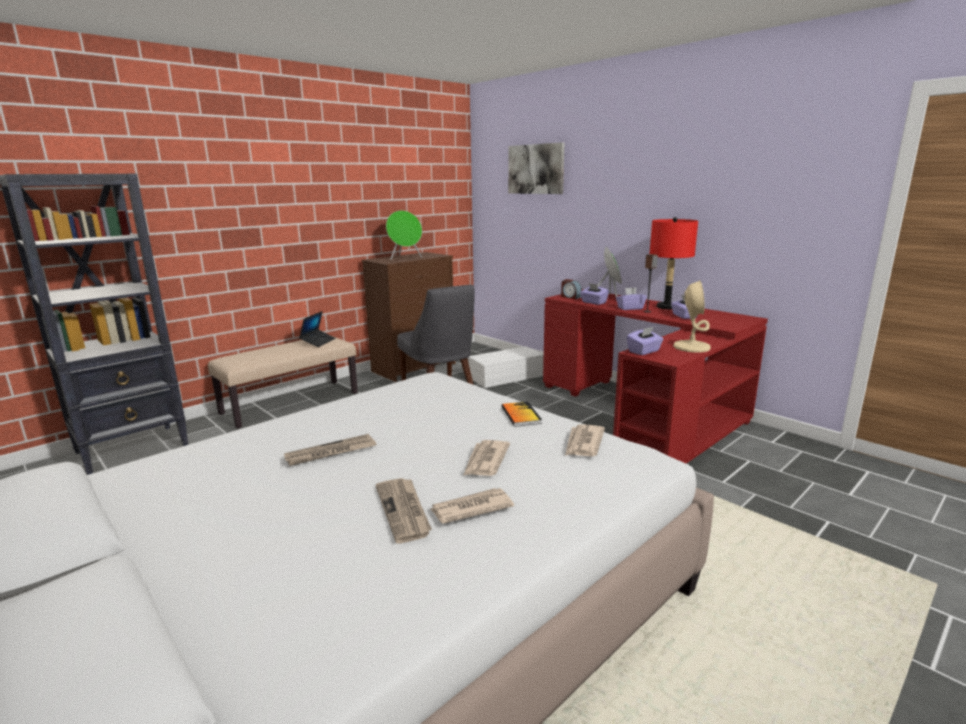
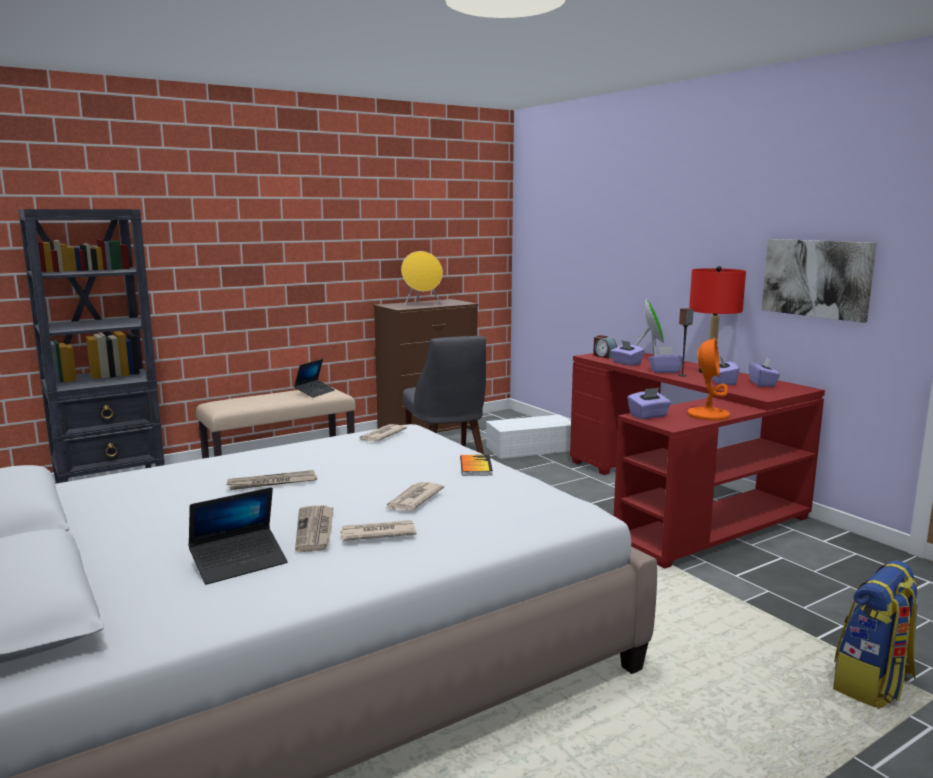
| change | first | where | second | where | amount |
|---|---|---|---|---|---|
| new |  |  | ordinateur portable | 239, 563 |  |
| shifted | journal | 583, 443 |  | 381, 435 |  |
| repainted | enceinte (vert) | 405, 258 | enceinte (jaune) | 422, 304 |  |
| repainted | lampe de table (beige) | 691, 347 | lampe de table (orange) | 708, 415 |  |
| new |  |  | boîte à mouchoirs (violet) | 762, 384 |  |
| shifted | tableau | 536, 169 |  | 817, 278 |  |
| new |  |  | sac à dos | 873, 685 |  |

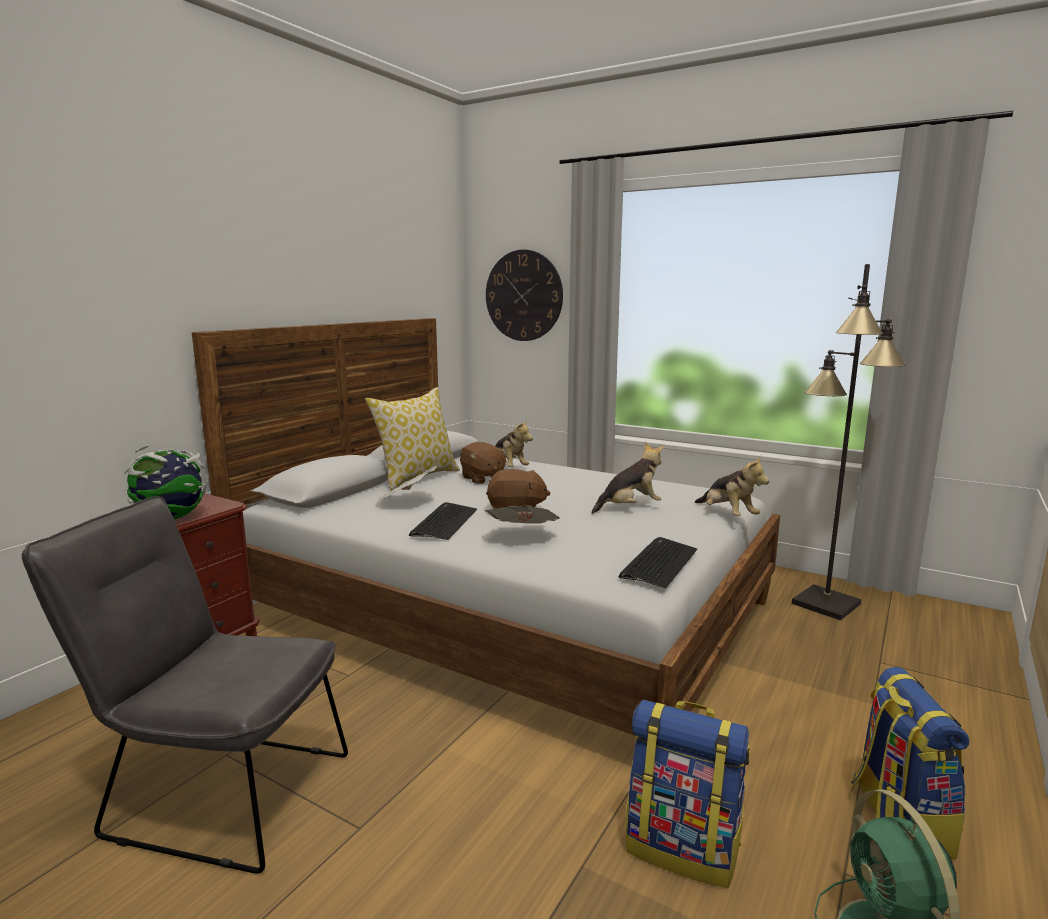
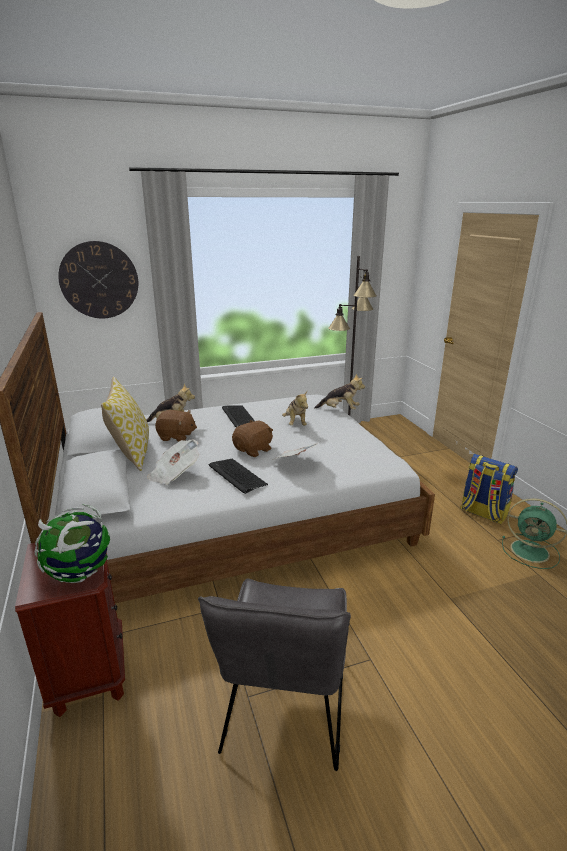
| change | first | where | second | where | amount |
|---|---|---|---|---|---|
| rotated | chaise (gris) | 217, 792 |  | 284, 712 | 45 degrees counterclockwise |
| shifted | clavier | 659, 563 |  | 238, 416 |  |
| rotated | peluche | 630, 507 |  | 295, 423 | 150 degrees clockwise |
| gone | sac à dos | 683, 847 |  |  |  |

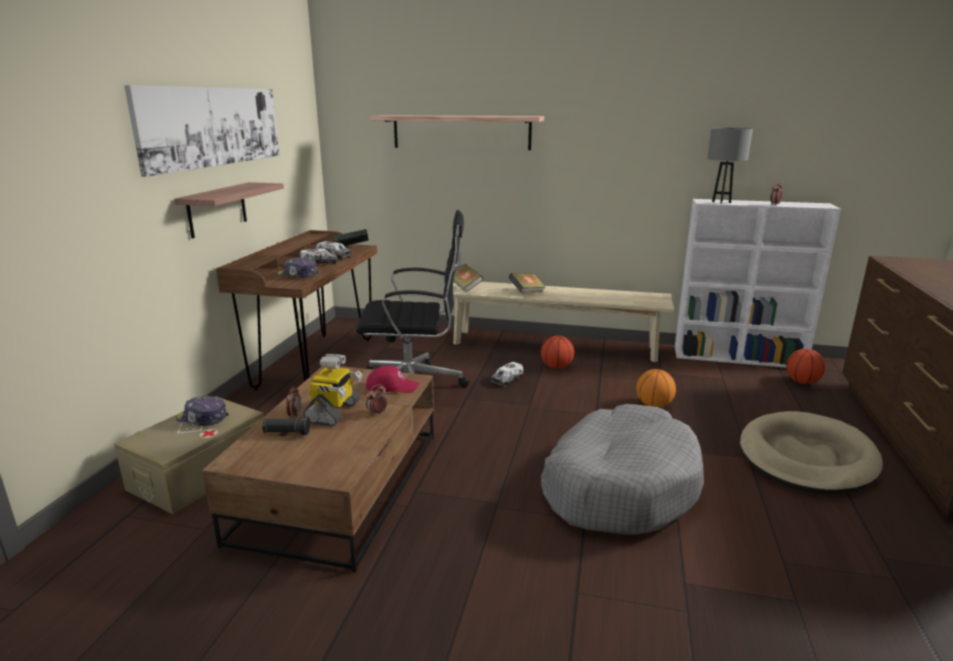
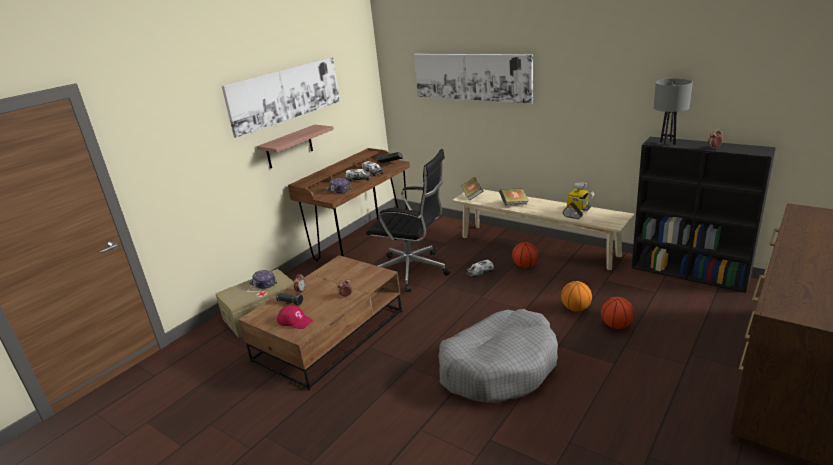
| change | first | where | second | where | amount |
|---|---|---|---|---|---|
| shifted | casquette (rouge) | 392, 386 |  | 295, 321 |  |
| swapped | étagère | 461, 132 | tableau | 471, 77 |  |
| shifted | robot jouet | 334, 412 |  | 577, 213 |  |
| shifted | ballon de basket | 802, 382 |  | 616, 325 |  |
| repainted | bibliothèque (blanc) | 739, 357 | bibliothèque (noir) | 690, 273 |  |
| gone | panier pour chien (beige) | 806, 457 |  |  |  |

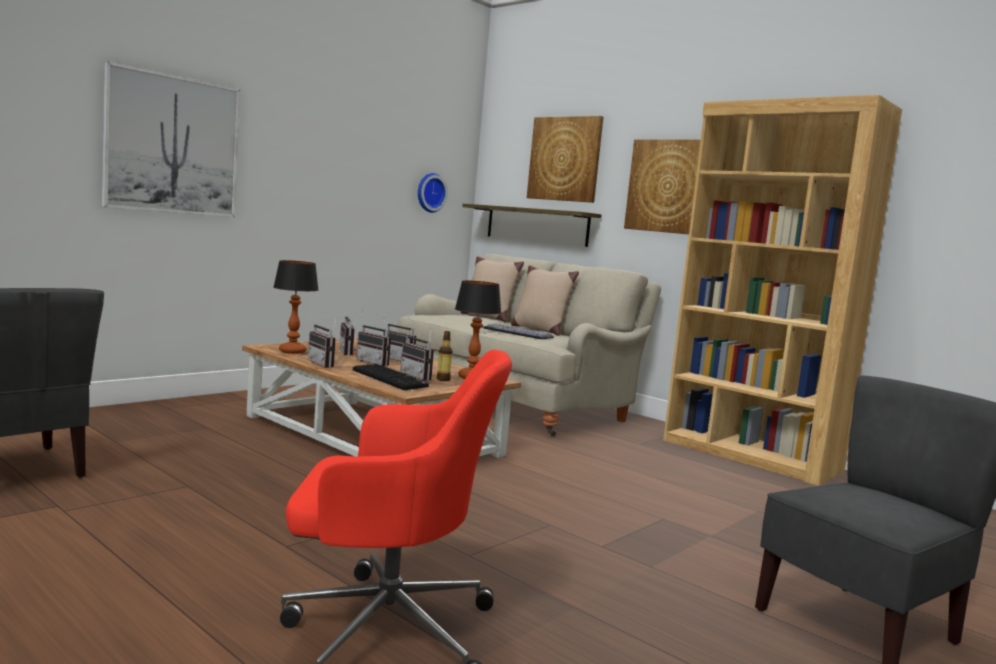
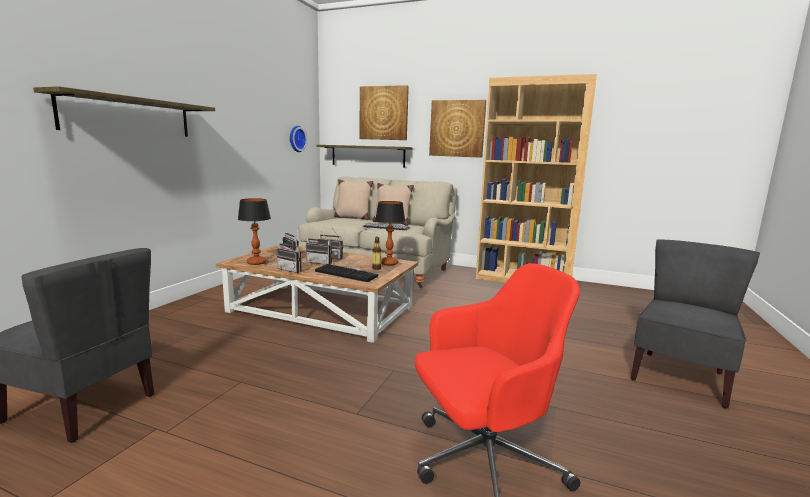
| change | first | where | second | where | amount |
|---|---|---|---|---|---|
| swapped | tableau | 173, 145 | étagère | 129, 116 |  |
| gone | radio | 420, 377 |  |  |  |

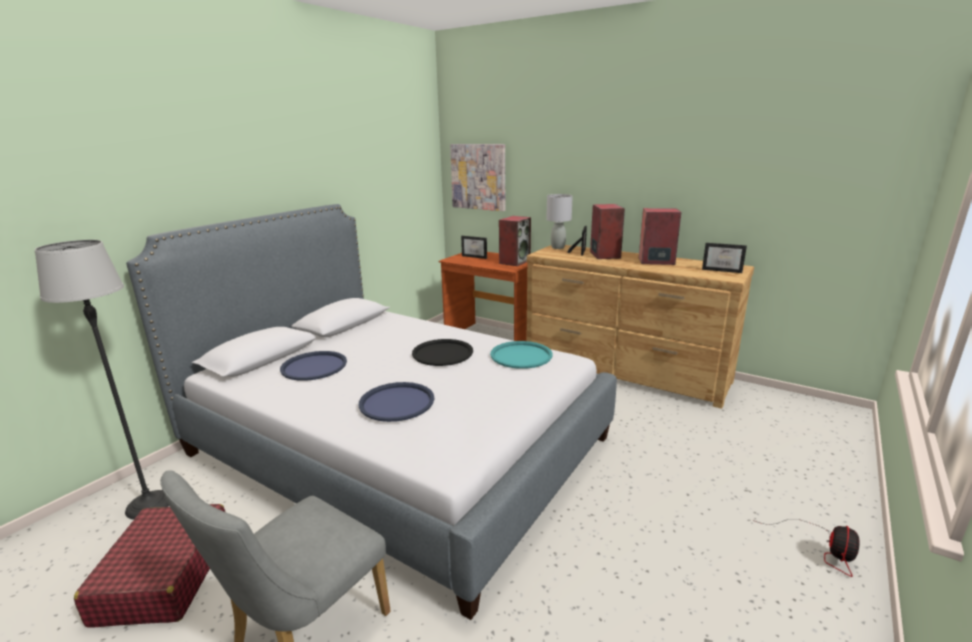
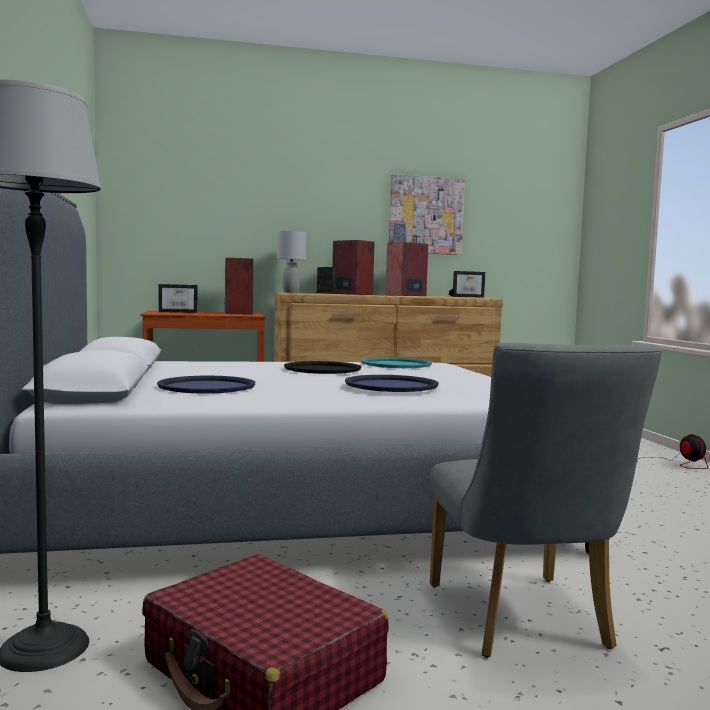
| change | first | where | second | where | amount |
|---|---|---|---|---|---|
| shifted | tableau | 478, 177 |  | 426, 215 |  |

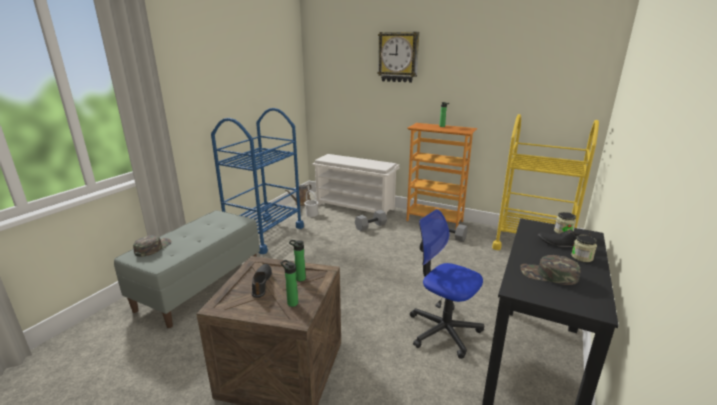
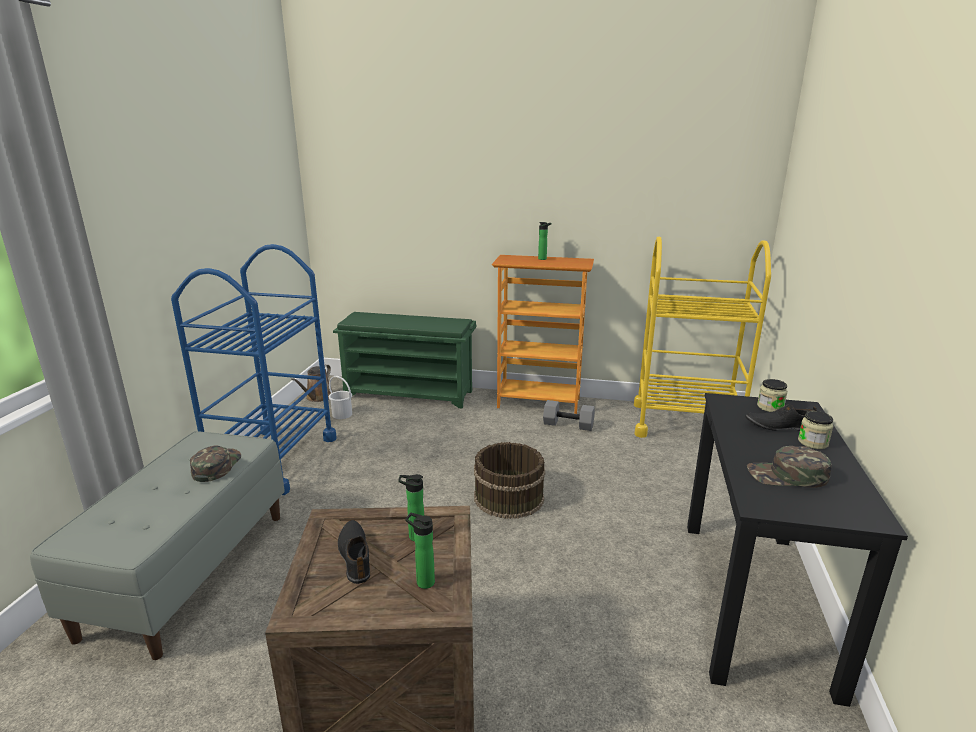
| change | first | where | second | where | amount |
|---|---|---|---|---|---|
| shifted | casquette (vert) | 152, 248 |  | 216, 466 |  |
| repainted | étagère à chaussures (blanc) | 356, 207 | étagère à chaussures (vert) | 410, 393 |  |
| new |  |  | seau (marron) | 508, 497 |  |
| gone | haltère (gris) | 370, 226 |  |  |  |
| gone | horloge murale | 398, 57 |  |  |  |
| gone | chaise de bureau | 443, 330 |  |  |  |

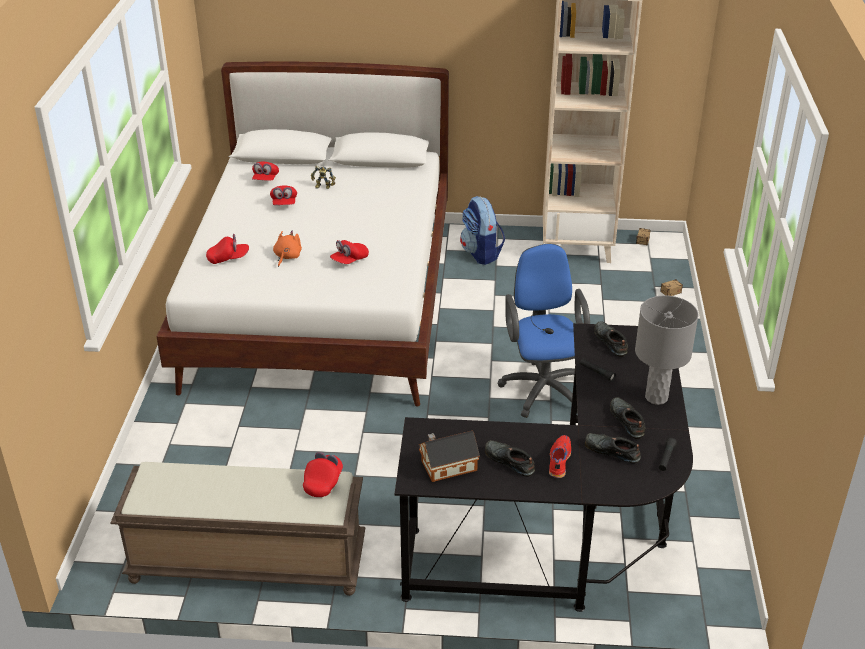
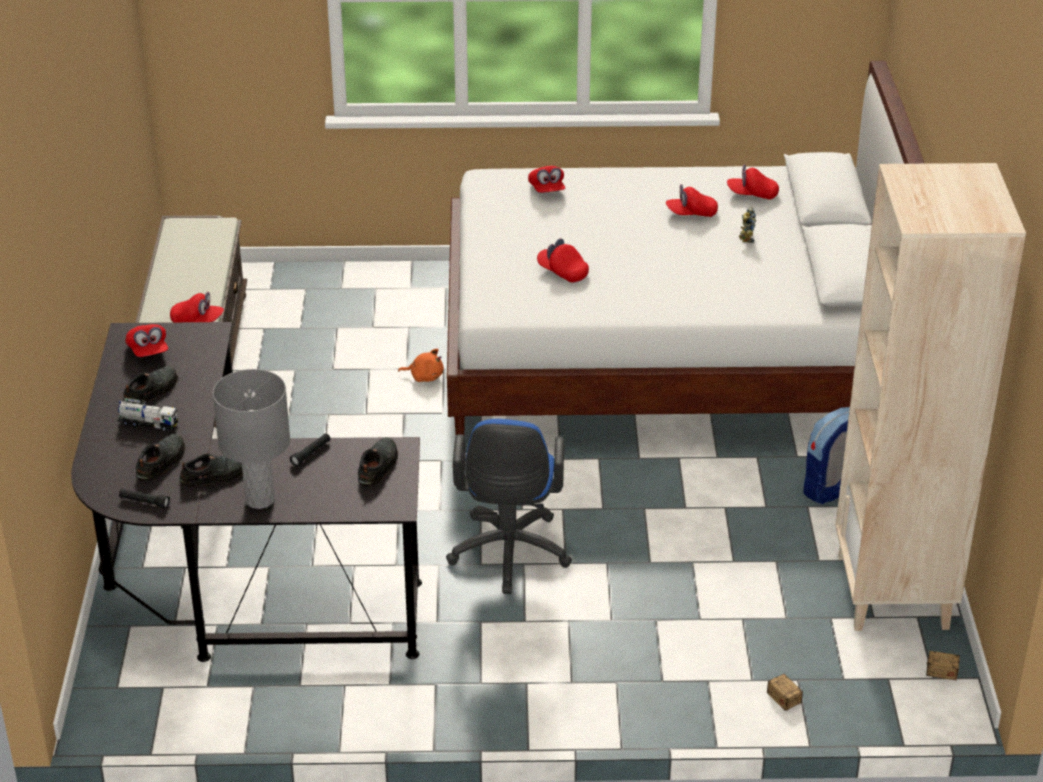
| change | first | where | second | where | amount |
|---|---|---|---|---|---|
| swapped | chaussure (rouge) | 558, 461 | camion jouet | 148, 424 |  |
| swapped | maison miniature | 446, 466 | casquette (rouge) | 148, 351 |  |
| rotated | chaussure (noir) | 610, 342 |  | 378, 466 | 45 degrees counterclockwise |
| shifted | peluche (orange) | 287, 257 |  | 424, 376 |  |
| rotated | chaise de bureau (bleu) | 542, 387 |  | 508, 556 | 105 degrees clockwise |

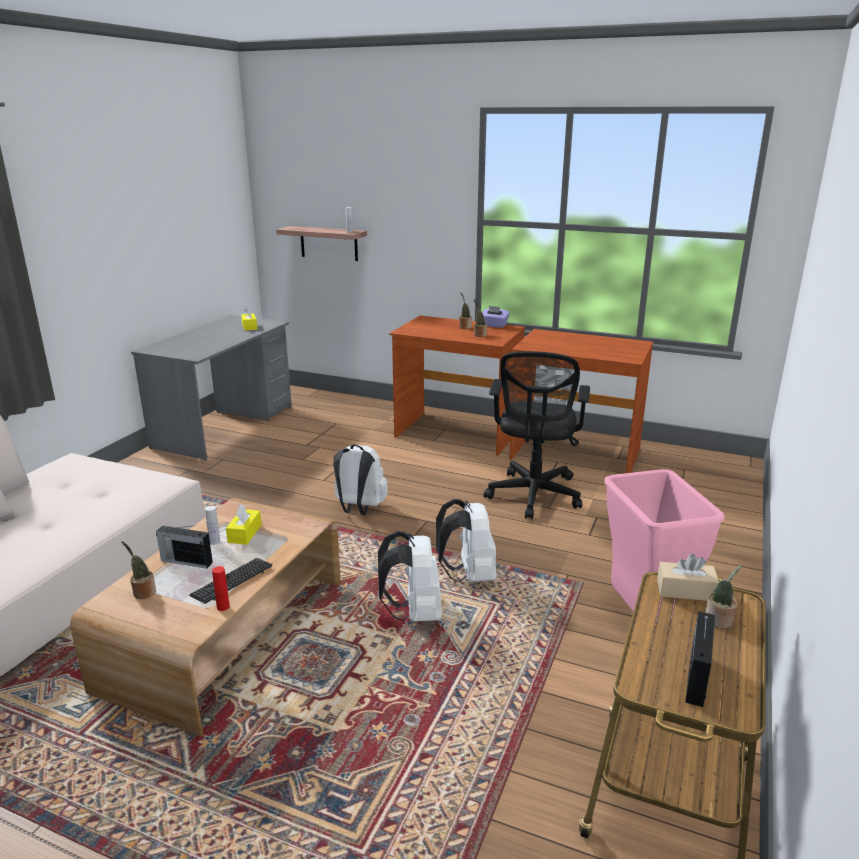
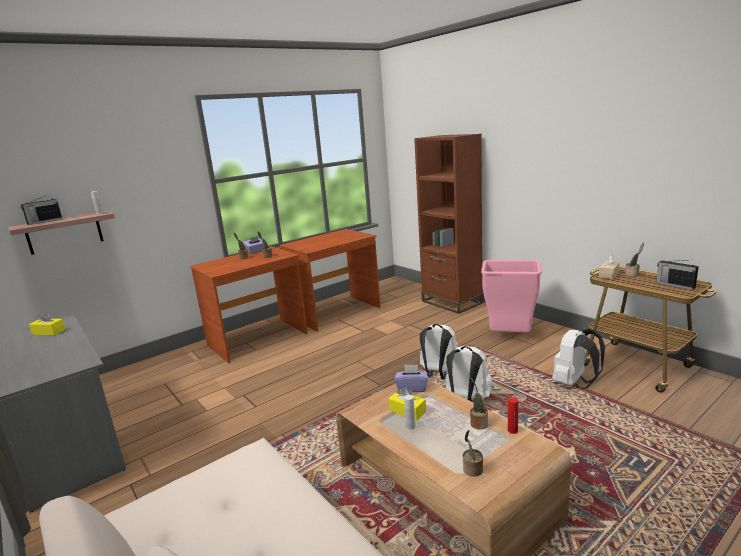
| change | first | where | second | where | amount |
|---|---|---|---|---|---|
| shifted | radio | 186, 561 |  | 44, 221 |  |
| new |  |  | boîte à mouchoirs (violet) | 412, 388 |  |
| new |  |  | bibliothèque (marron) | 451, 302 |  |
| swapped | clavier | 232, 581 | plante en pot | 478, 423 |  |
| shifted | sac à dos (blanc) | 359, 509 |  | 574, 383 |  |
| gone | chaise de bureau (noir) | 533, 496 |  |  |  |

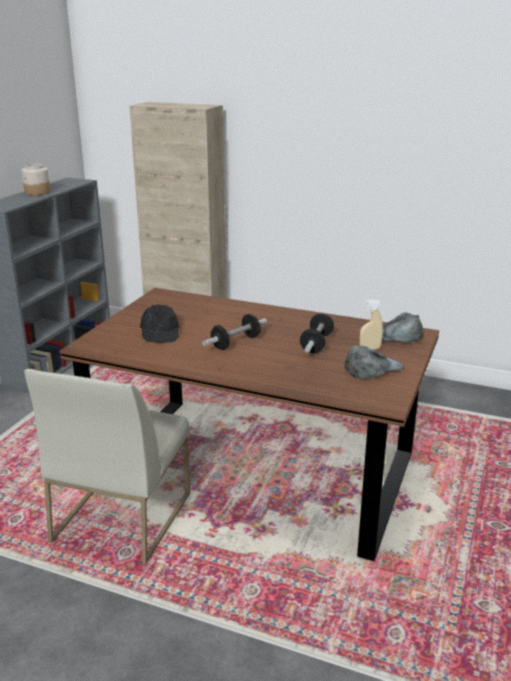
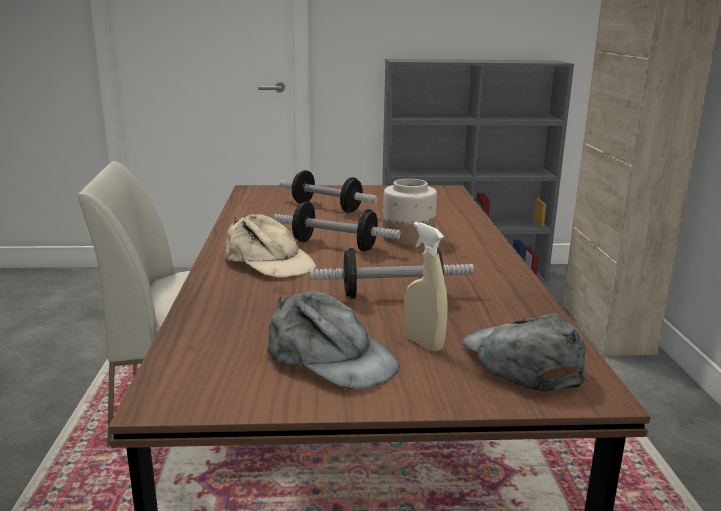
| change | first | where | second | where | amount |
|---|---|---|---|---|---|
| new |  |  | casquette (beige) | 268, 262 |  |
| swapped | casquette (noir) | 160, 332 | haltère | 327, 207 |  |
| shifted | bocal | 37, 192 |  | 407, 237 |  |

